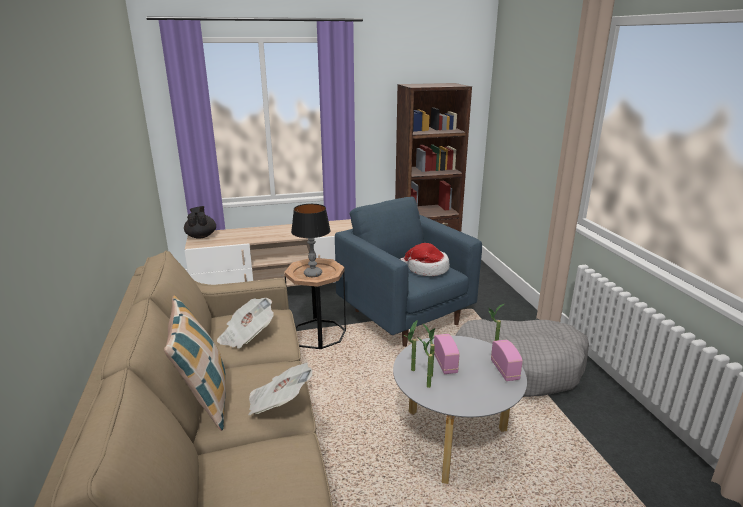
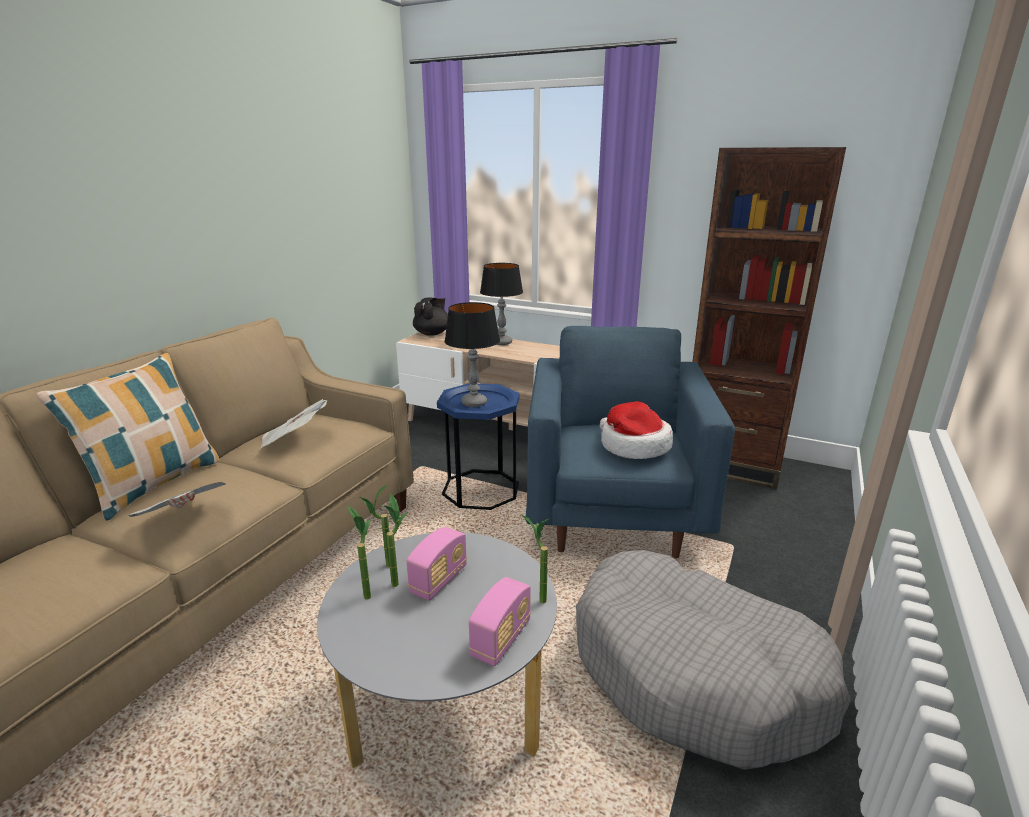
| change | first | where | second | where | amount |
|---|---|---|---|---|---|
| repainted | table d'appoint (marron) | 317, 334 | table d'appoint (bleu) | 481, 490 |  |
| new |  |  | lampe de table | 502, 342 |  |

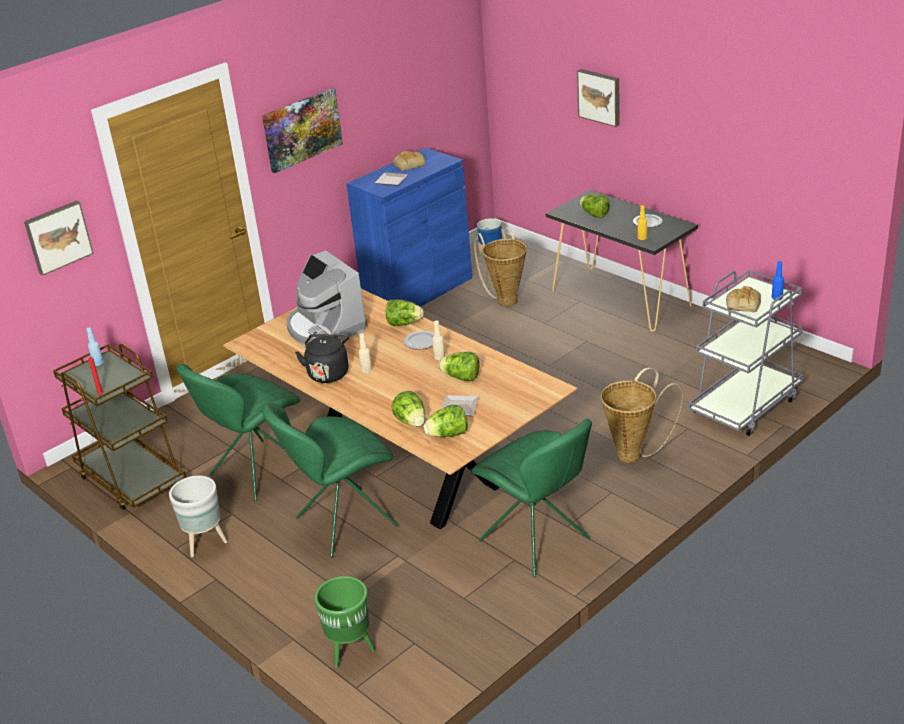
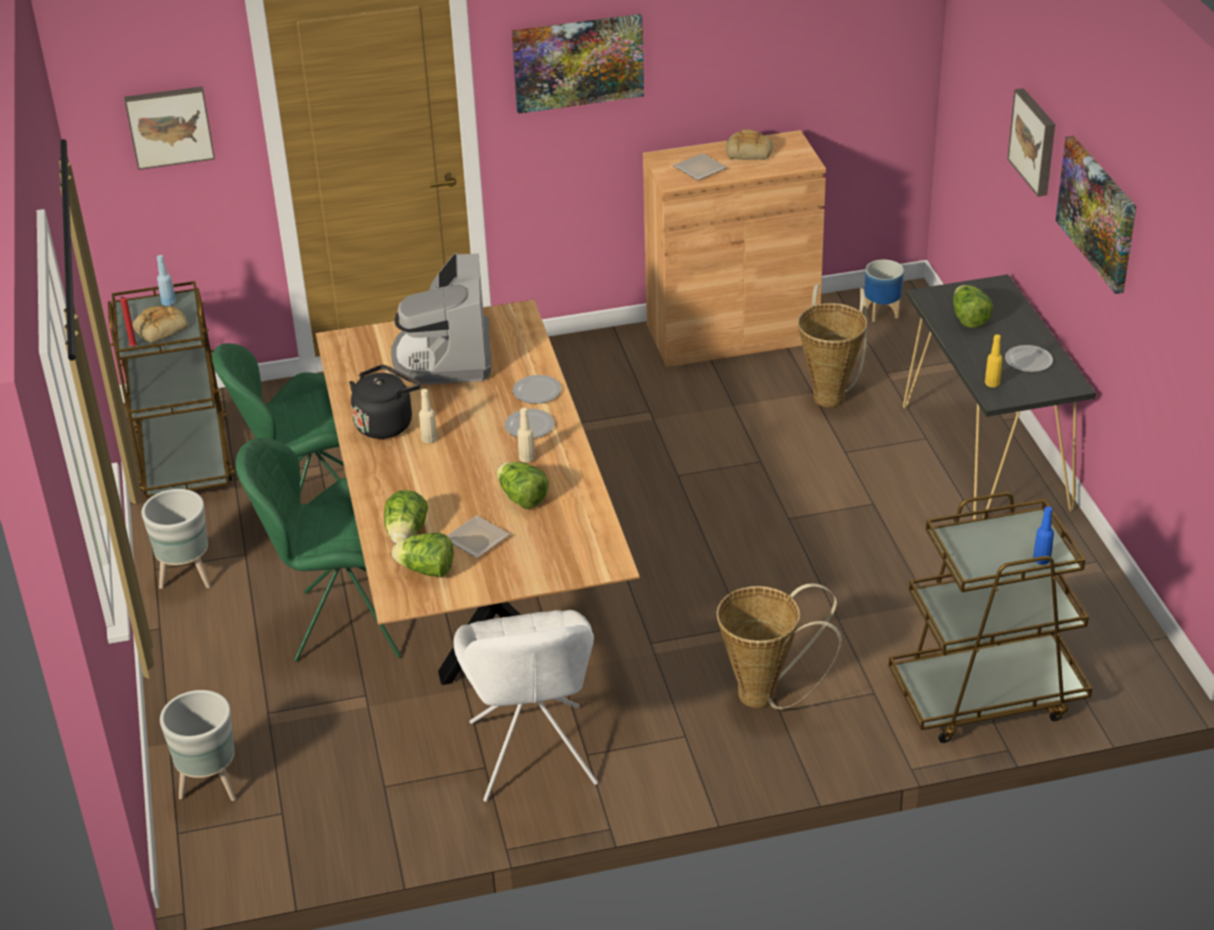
| change | first | where | second | where | amount |
|---|---|---|---|---|---|
| shifted | pain | 742, 303 |  | 161, 328 |  |
| repainted | cache-pot (vert) | 351, 651 | cache-pot (gris) | 212, 787 |  |
| repainted | chaise (vert) | 537, 542 | chaise (blanc) | 533, 757 |  |
| swapped | laitue | 404, 323 | assiette | 537, 391 |  |
| repainted | meuble de rangement (bleu) | 418, 290 | meuble de rangement (marron) | 732, 333 |  |
| repainted | chariot (gris) | 745, 405 | chariot (marron) | 986, 696 |  |
| new |  |  | tableau | 1098, 213 |  |

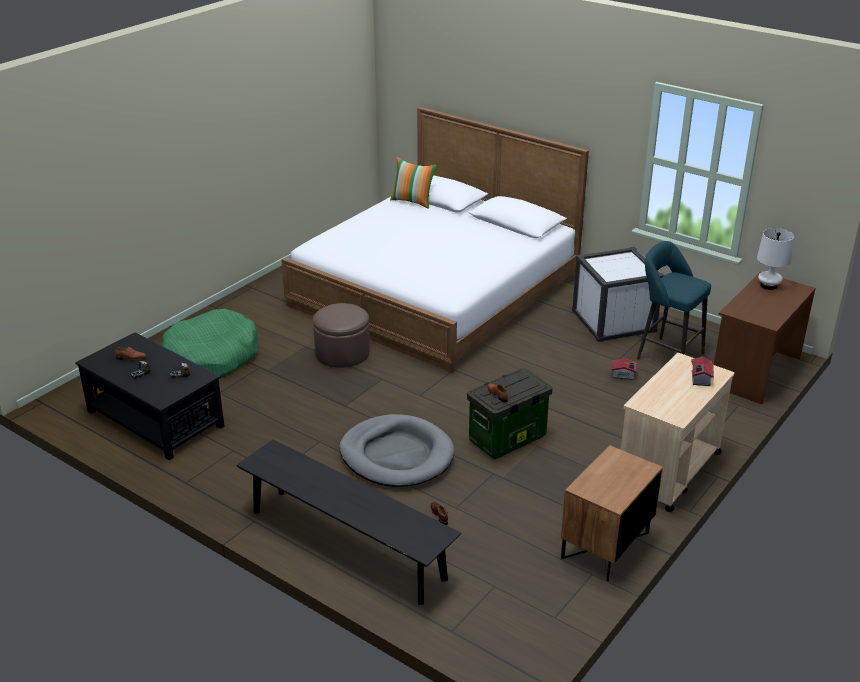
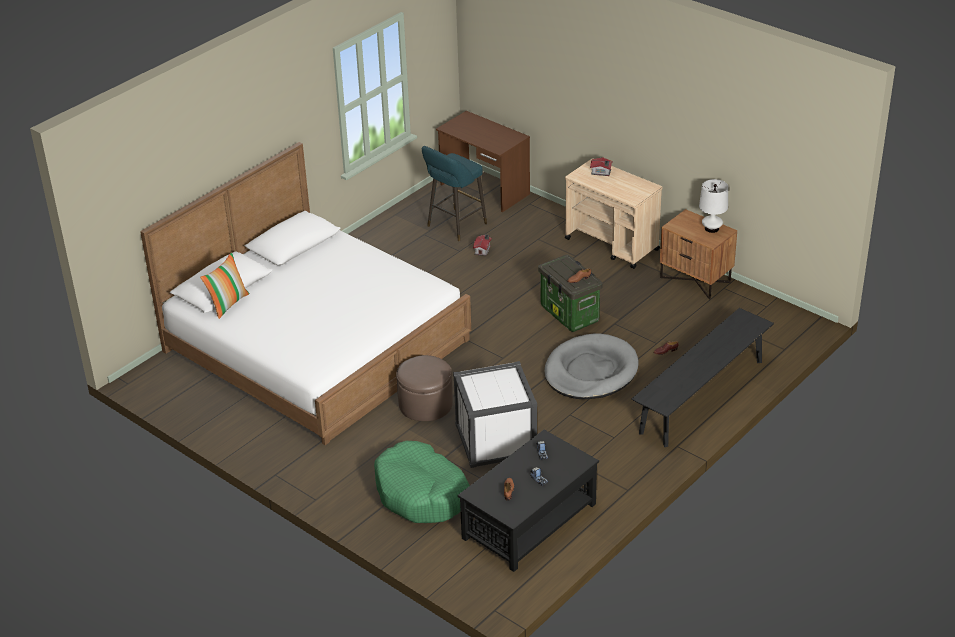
| change | first | where | second | where | amount |
|---|---|---|---|---|---|
| shifted | boîte de rangement (blanc) | 614, 321 |  | 496, 439 |  |
| shifted | lampe de table (blanc) | 768, 285 |  | 712, 228 |  |

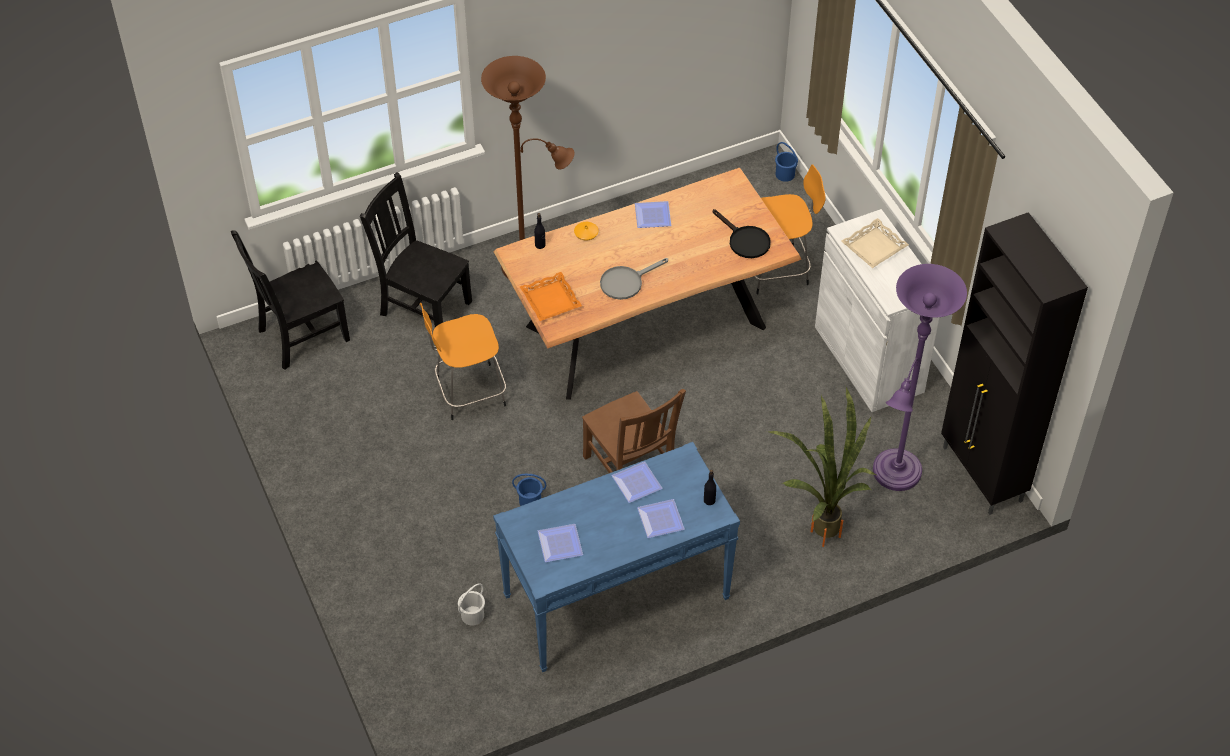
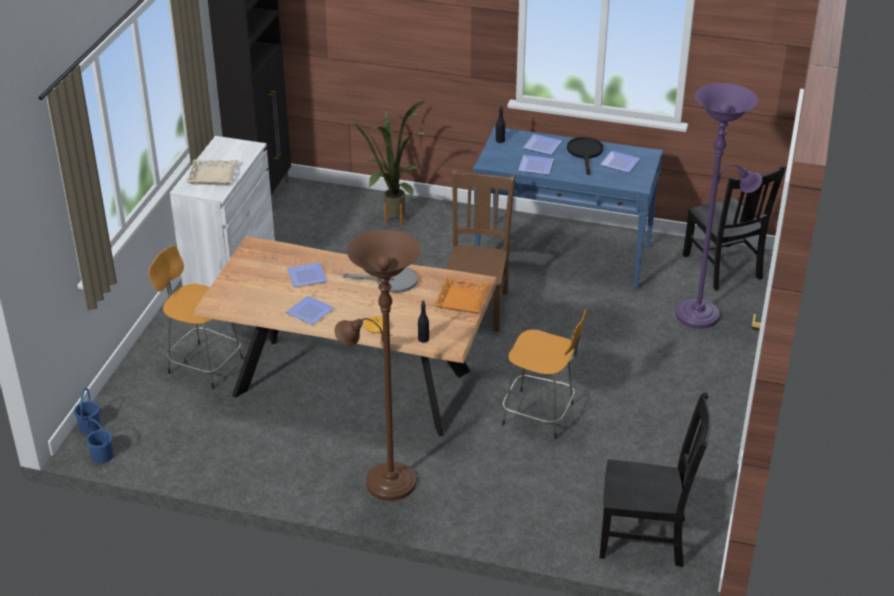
| change | first | where | second | where | amount |
|---|---|---|---|---|---|
| shifted | seau (bleu) | 530, 501 |  | 102, 456 |  |
| new |  |  | assiette | 308, 277 |  |
| shifted | poêle (noir) | 745, 241 |  | 585, 153 |  |
| shifted | lampadaire (violet) | 895, 476 |  | 702, 313 |  |
| shifted | chaise (noir) | 423, 306 |  | 723, 268 |  |
| gone | seau (blanc) | 472, 615 |  |  |  |

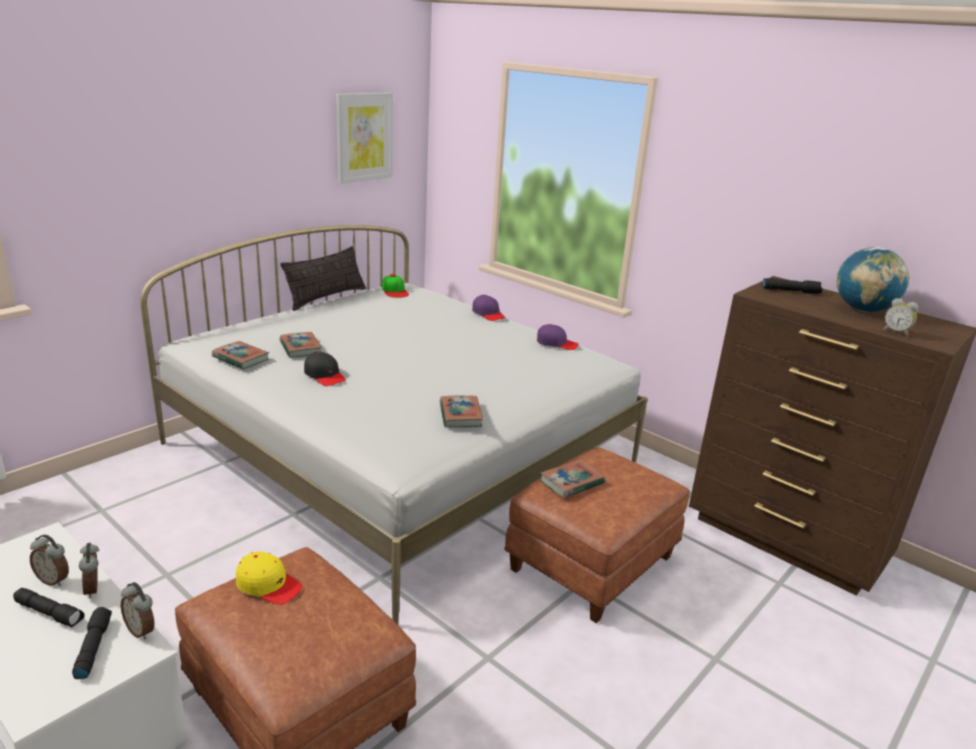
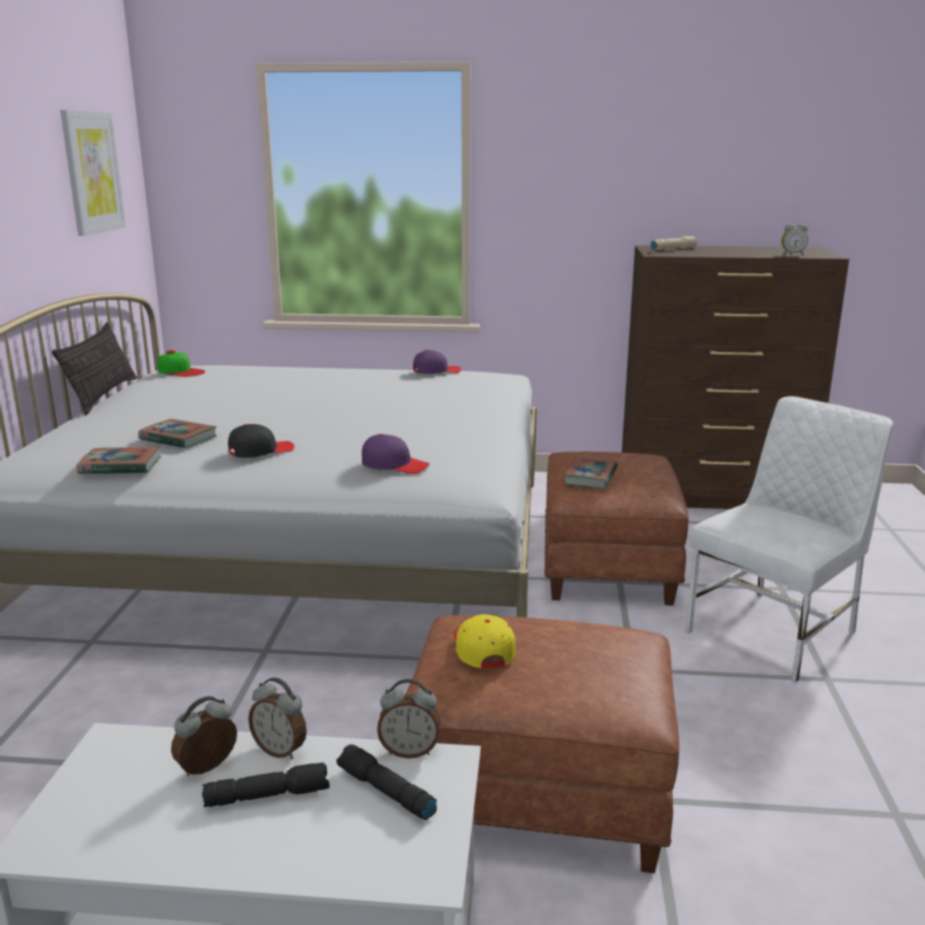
| change | first | where | second | where | amount |
|---|---|---|---|---|---|
| rotated | réveil | 54, 580 |  | 208, 769 | 150 degrees clockwise |
| rotated | casquette (noir) | 325, 376 |  | 260, 451 | 45 degrees counterclockwise |
| shifted | casquette (violet) | 488, 314 |  | 394, 465 |  |
| rotated | casquette (jaune) | 268, 585 |  | 482, 648 | 90 degrees counterclockwise |
| repainted | lampe de poche (noir) | 791, 291 | lampe de poche (beige) | 673, 249 |  |
| new |  |  | chaise (blanc) | 775, 631 |  |
| gone | livre | 460, 415 |  |  |  |
| gone | globe | 863, 310 |  |  |  |

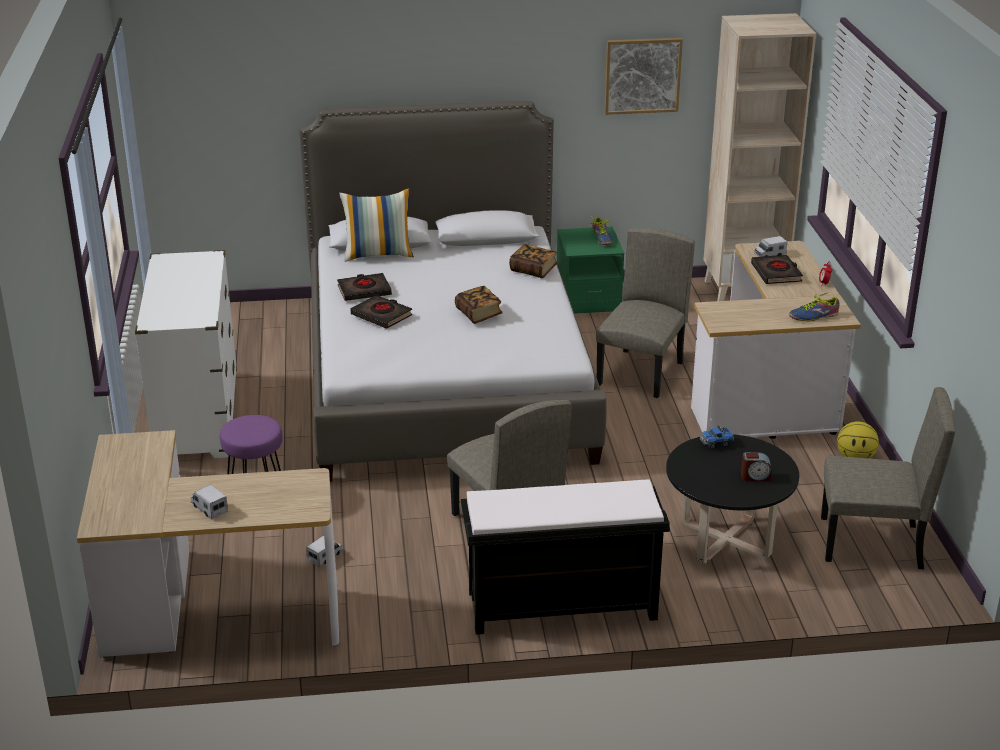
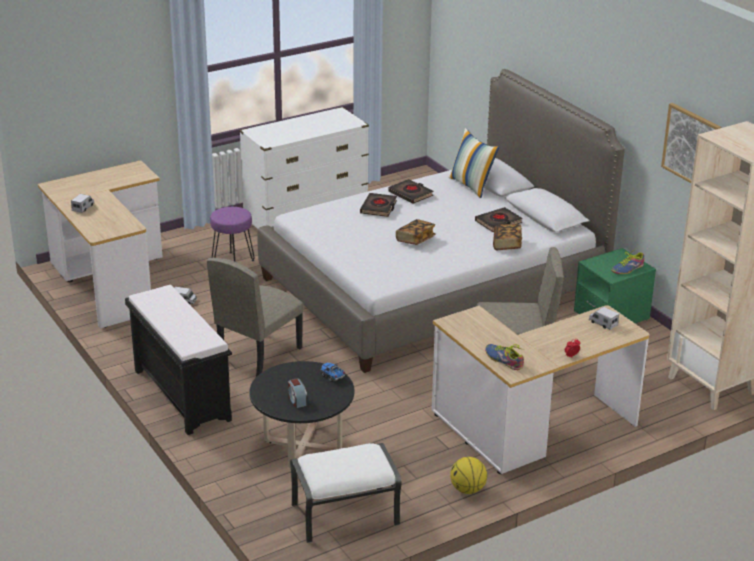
| change | first | where | second | where | amount |
|---|---|---|---|---|---|
| swapped | chaise (beige) | 871, 543 | pouf (blanc) | 344, 515 |  |
| shifted | livre (noir) | 776, 273 |  | 498, 222 |  |

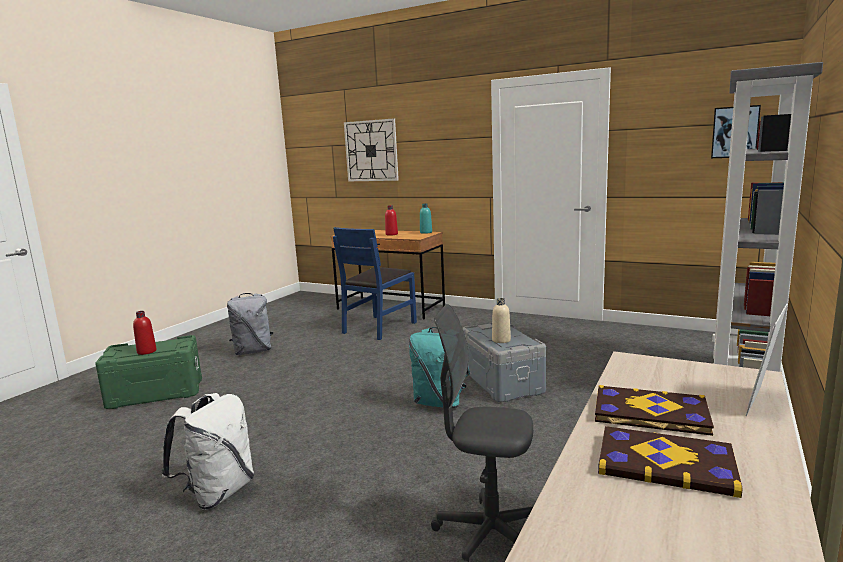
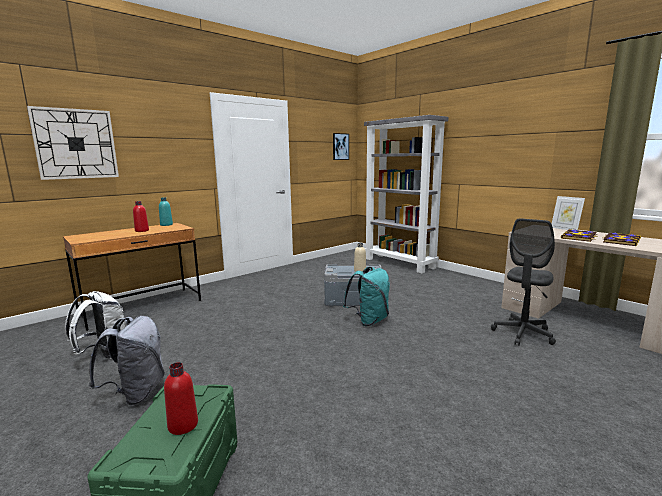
| change | first | where | second | where | amount |
|---|---|---|---|---|---|
| shifted | sac à dos (blanc) | 218, 493 |  | 103, 354 |  |
| gone | chaise (bleu) | 379, 327 |  |  |  |

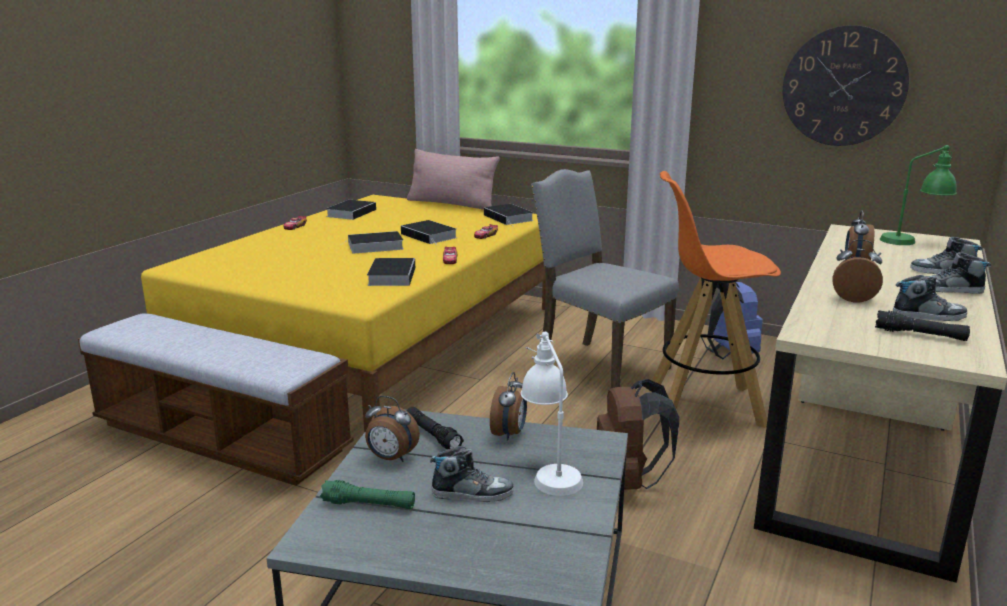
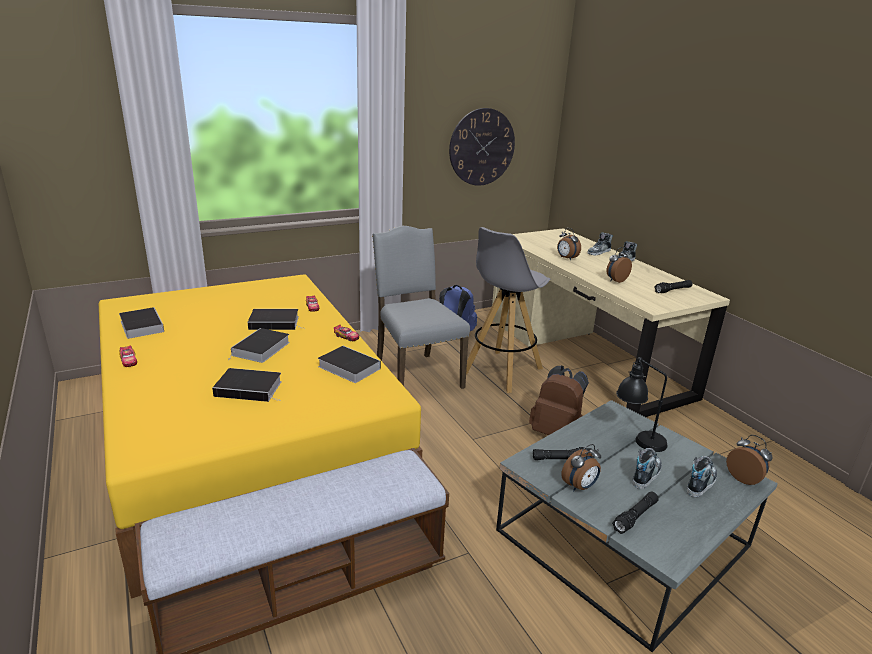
| change | first | where | second | where | amount |
|---|---|---|---|---|---|
| shifted | livre | 509, 218 |  | 250, 388 |  |
| rotated | chaise (gris) | 599, 366 |  | 415, 375 | 75 degrees clockwise |
| repainted | tabouret (orange) | 703, 405 | tabouret (gris) | 501, 371 |  |
| repainted | lampe de poche (vert) | 369, 504 | lampe de poche (noir) | 635, 517 |  |
| repainted | lampe de table (blanc) | 549, 471 | lampe de table (noir) | 637, 440 |  |
| shifted | chaussure | 928, 316 |  | 700, 483 |  |
| shifted | réveil | 509, 434 |  | 744, 478 |  |
| gone | coussin (rose) | 451, 204 |  |  |  |
| gone | lampe de table (vert) | 913, 241 |  |  |  |

